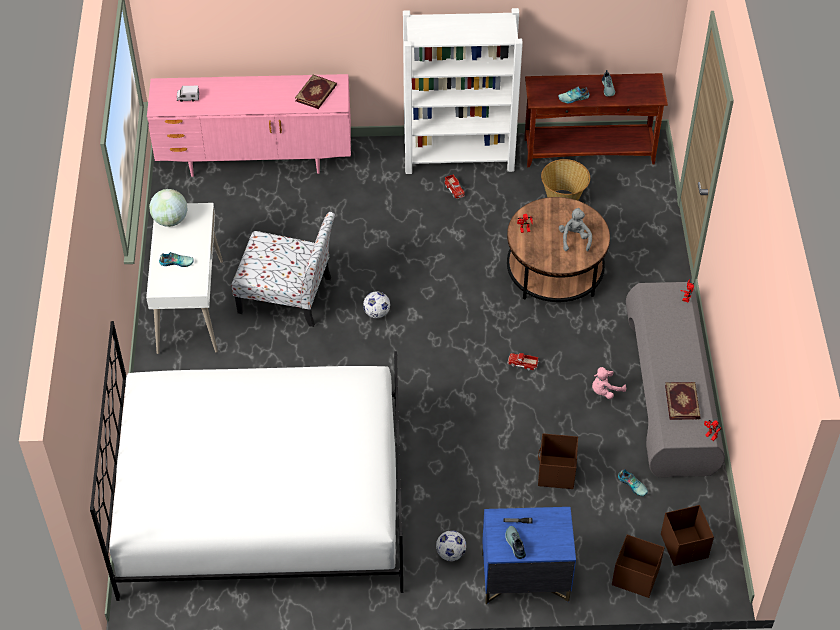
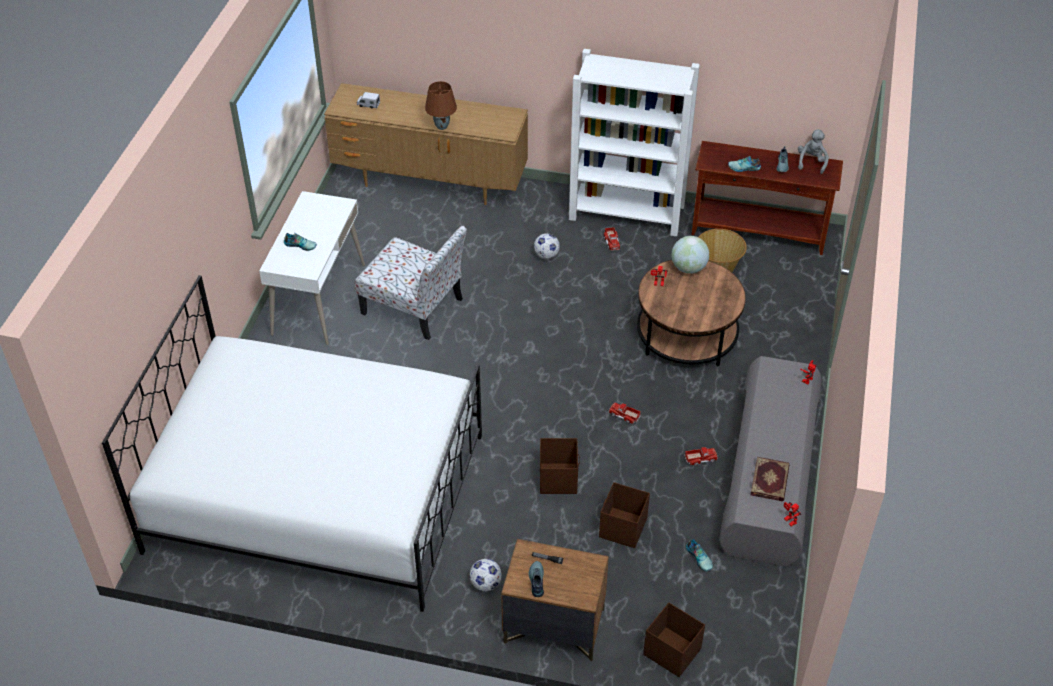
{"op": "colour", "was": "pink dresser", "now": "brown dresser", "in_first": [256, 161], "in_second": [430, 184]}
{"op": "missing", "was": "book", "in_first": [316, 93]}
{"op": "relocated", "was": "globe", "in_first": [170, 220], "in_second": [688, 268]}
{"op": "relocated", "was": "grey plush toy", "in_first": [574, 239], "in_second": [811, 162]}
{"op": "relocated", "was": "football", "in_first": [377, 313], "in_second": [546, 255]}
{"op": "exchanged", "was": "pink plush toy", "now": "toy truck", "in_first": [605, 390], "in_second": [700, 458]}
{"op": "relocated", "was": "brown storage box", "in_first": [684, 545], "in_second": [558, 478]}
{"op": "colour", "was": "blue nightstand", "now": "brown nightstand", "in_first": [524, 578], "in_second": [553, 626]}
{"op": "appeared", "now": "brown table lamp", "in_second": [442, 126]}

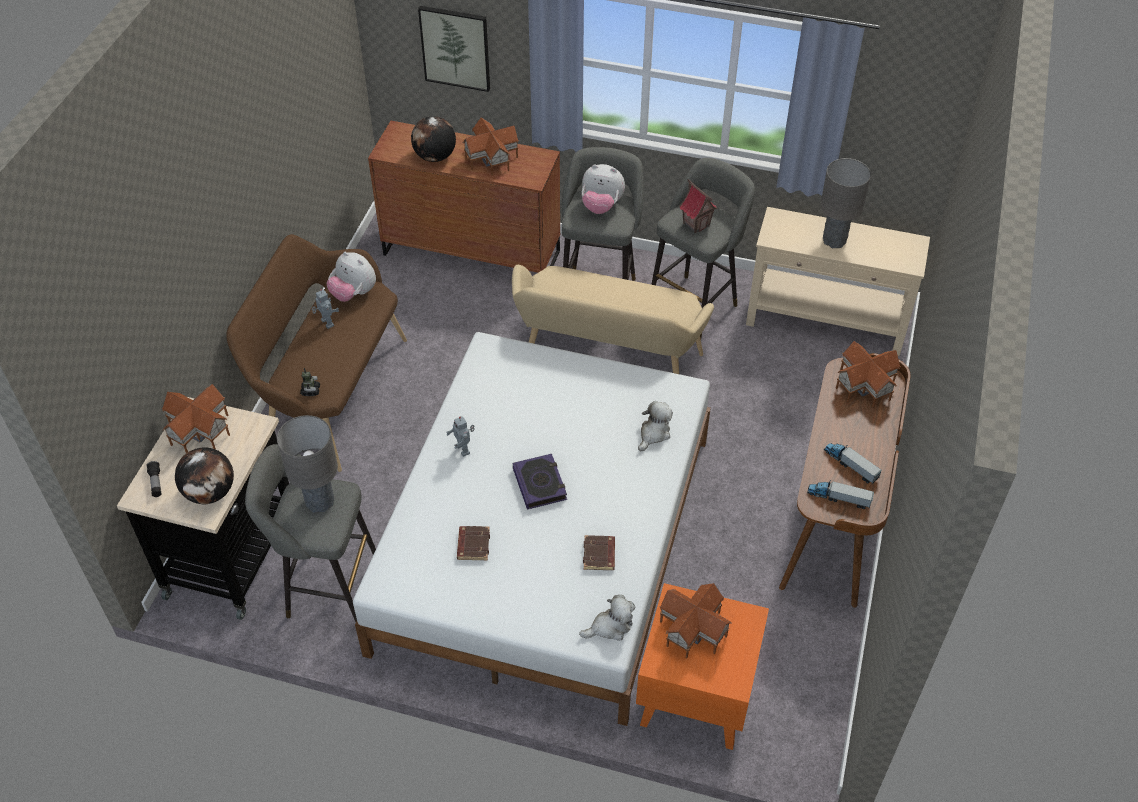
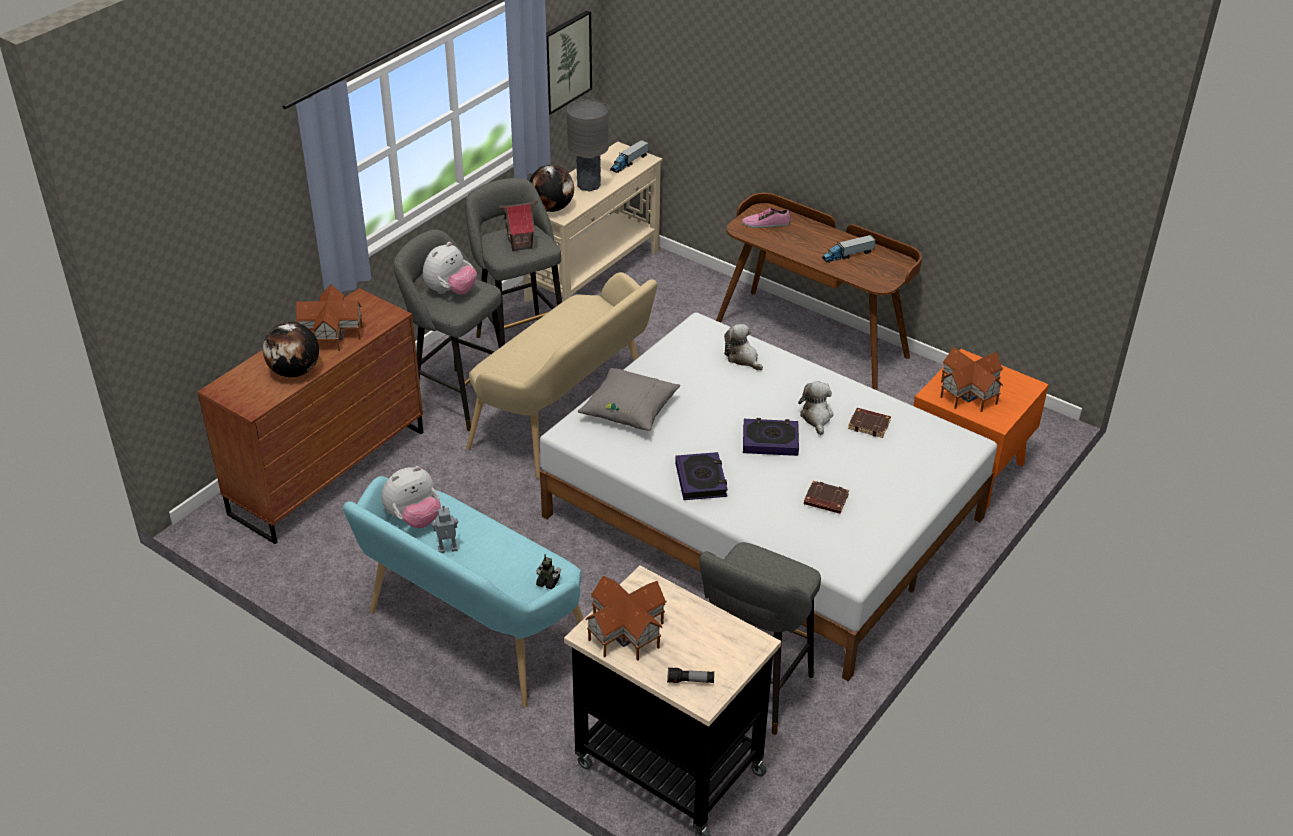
{"op": "relocated", "was": "picture", "in_first": [455, 47], "in_second": [565, 61]}
{"op": "colour", "was": "brown bench", "now": "turquoise bench", "in_first": [330, 393], "in_second": [470, 635]}
{"op": "exchanged", "was": "toy house", "now": "shoe", "in_first": [864, 386], "in_second": [766, 223]}
{"op": "missing", "was": "grey table lamp", "in_first": [319, 501]}
{"op": "exchanged", "was": "toy robot", "now": "book", "in_first": [464, 449], "in_second": [701, 480]}
{"op": "relocated", "was": "globe", "in_first": [210, 492], "in_second": [551, 208]}
{"op": "relocated", "was": "toy truck", "in_first": [838, 498], "in_second": [629, 162]}
{"op": "relocated", "was": "plush toy", "in_first": [610, 626], "in_second": [816, 417]}
{"op": "appeared", "now": "grey pillow", "in_second": [629, 410]}

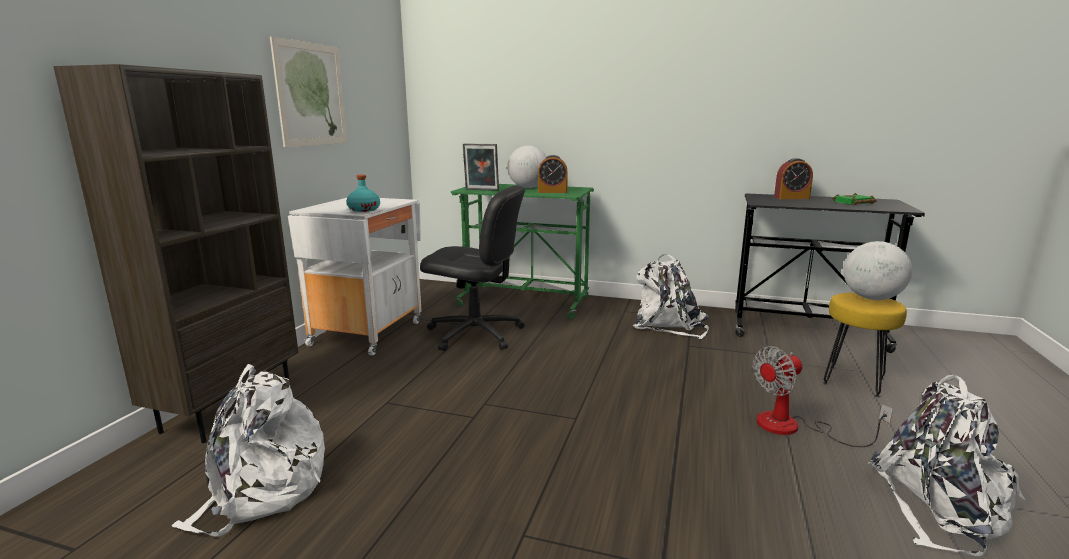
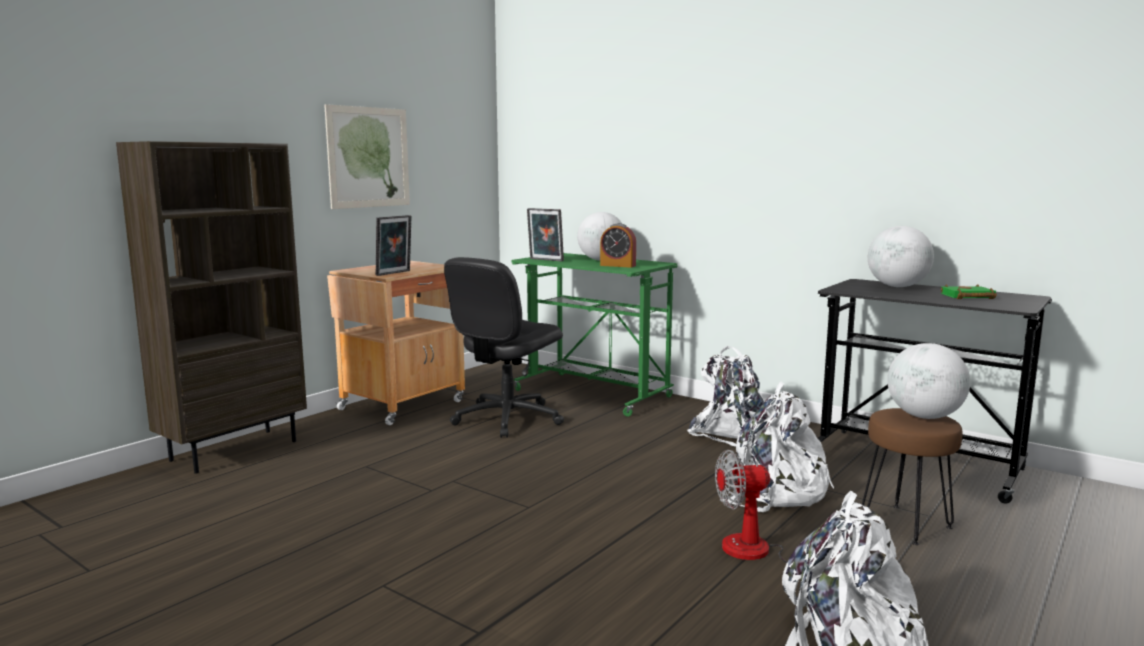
{"op": "exchanged", "was": "alarm clock", "now": "globe", "in_first": [791, 198], "in_second": [897, 286]}
{"op": "exchanged", "was": "turquoise bottle", "now": "picture frame", "in_first": [364, 210], "in_second": [395, 273]}
{"op": "spun", "was": "black office chair", "in_first": [475, 334], "in_second": [507, 418], "clockwise": 90}
{"op": "colour", "was": "white cart", "now": "brown cart", "in_first": [368, 332], "in_second": [404, 404]}
{"op": "colour", "was": "yellow stool", "now": "brown stool", "in_first": [852, 381], "in_second": [904, 524]}
{"op": "relocated", "was": "white backpack", "in_first": [262, 490], "in_second": [775, 491]}

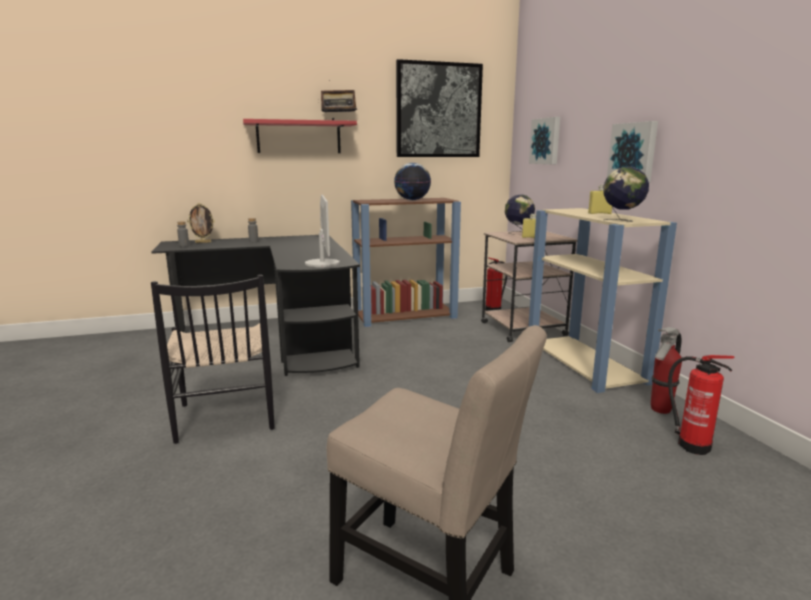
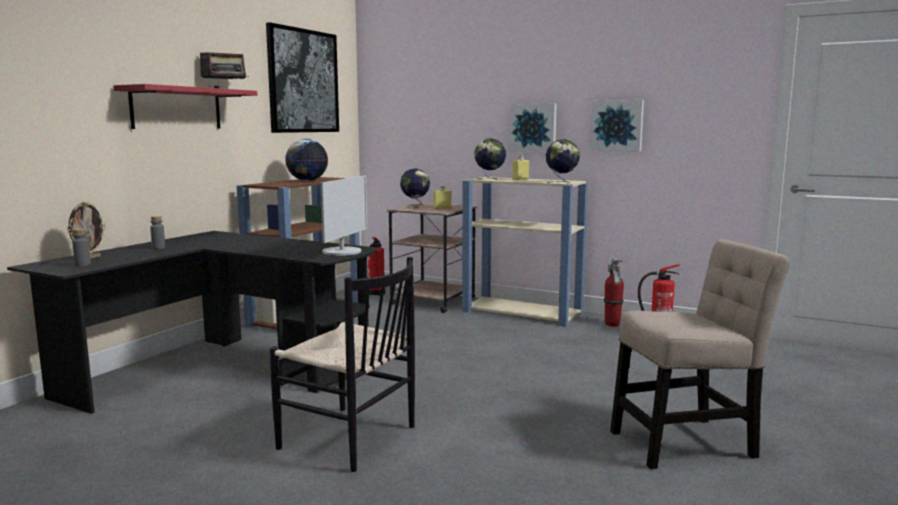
{"op": "relocated", "was": "picture", "in_first": [546, 141], "in_second": [617, 125]}
{"op": "spun", "was": "monitor", "in_first": [323, 263], "in_second": [342, 252], "clockwise": 75}
{"op": "appeared", "now": "globe", "in_second": [489, 179]}

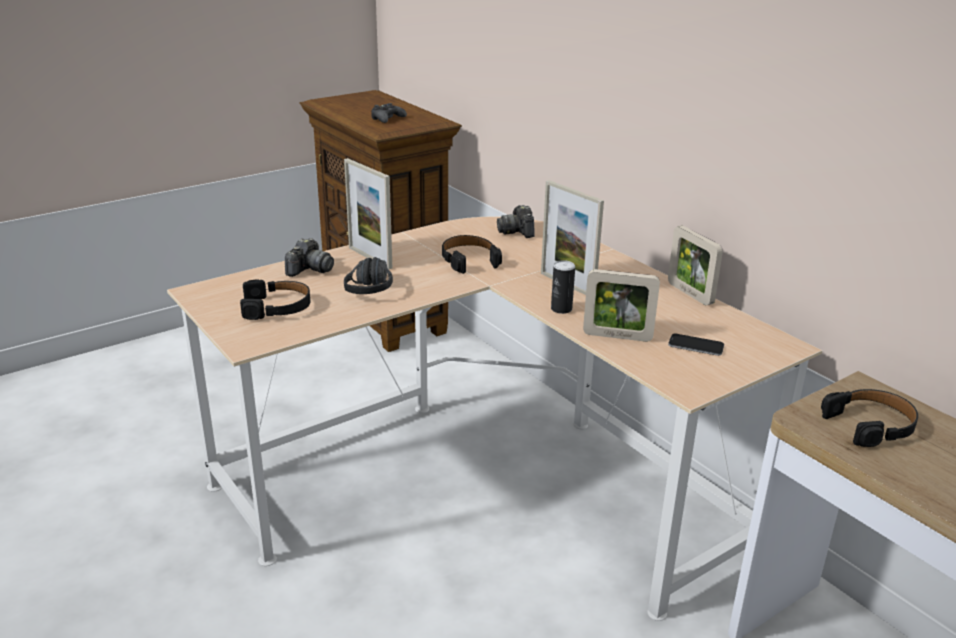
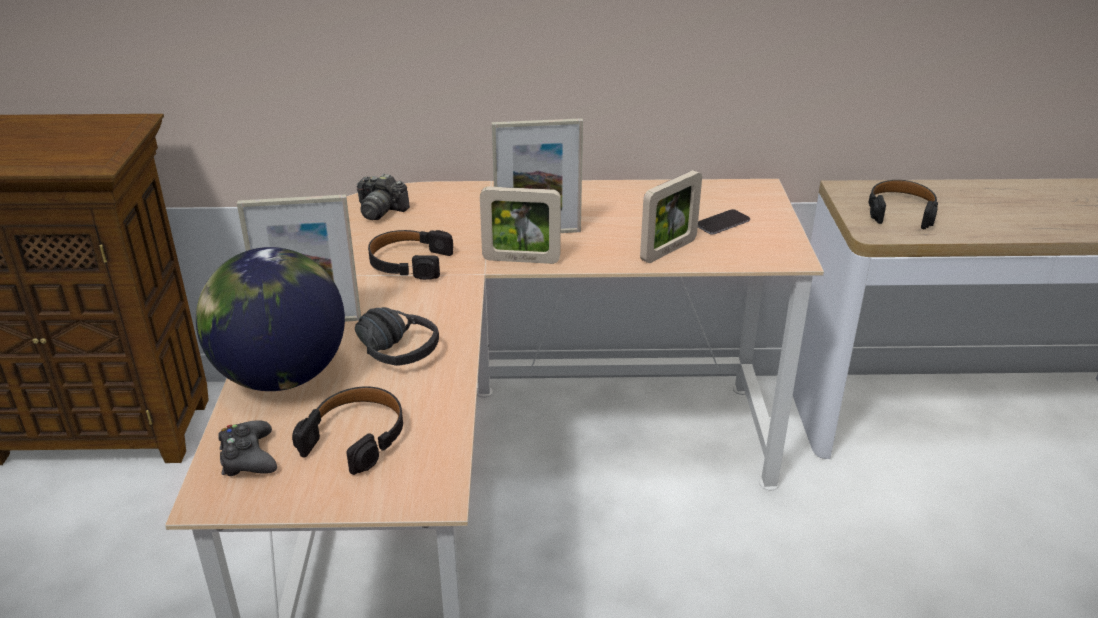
{"op": "relocated", "was": "black game controller", "in_first": [387, 119], "in_second": [248, 457]}
{"op": "relocated", "was": "picture frame", "in_first": [690, 293], "in_second": [521, 260]}
{"op": "exchanged", "was": "photo camera", "now": "globe", "in_first": [310, 270], "in_second": [281, 377]}
{"op": "missing", "was": "can", "in_first": [561, 309]}

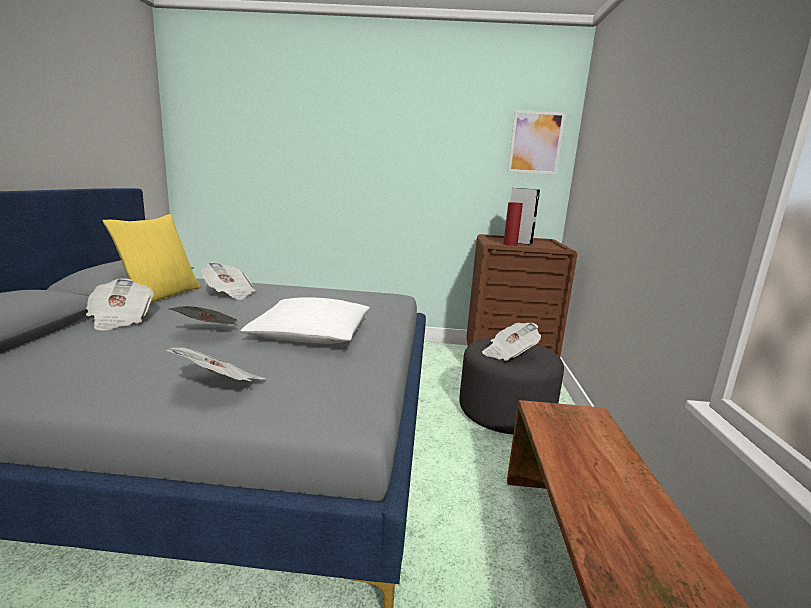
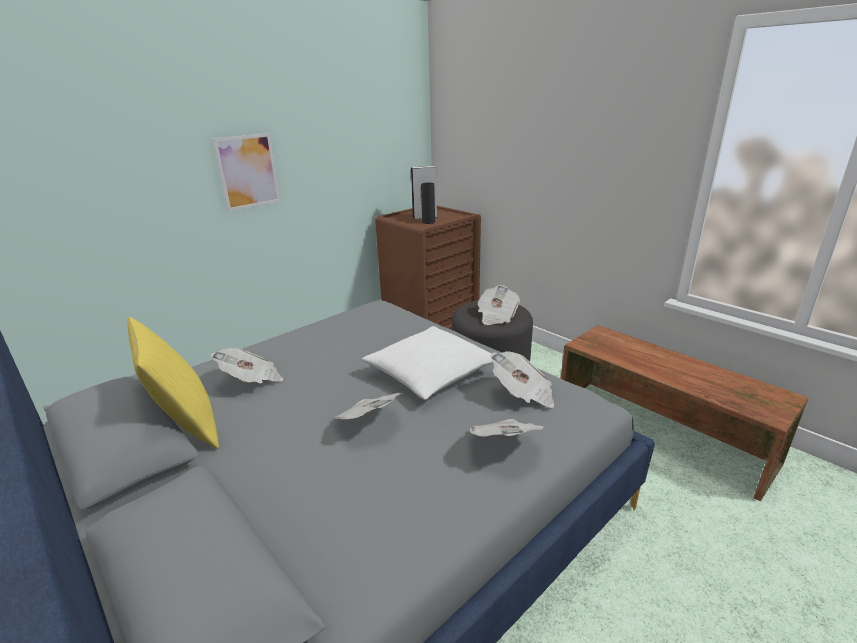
{"op": "relocated", "was": "picture", "in_first": [535, 142], "in_second": [248, 171]}
{"op": "colour", "was": "red vase", "now": "black vase", "in_first": [510, 244], "in_second": [428, 222]}
{"op": "relocated", "was": "newspaper", "in_first": [119, 320], "in_second": [523, 394]}

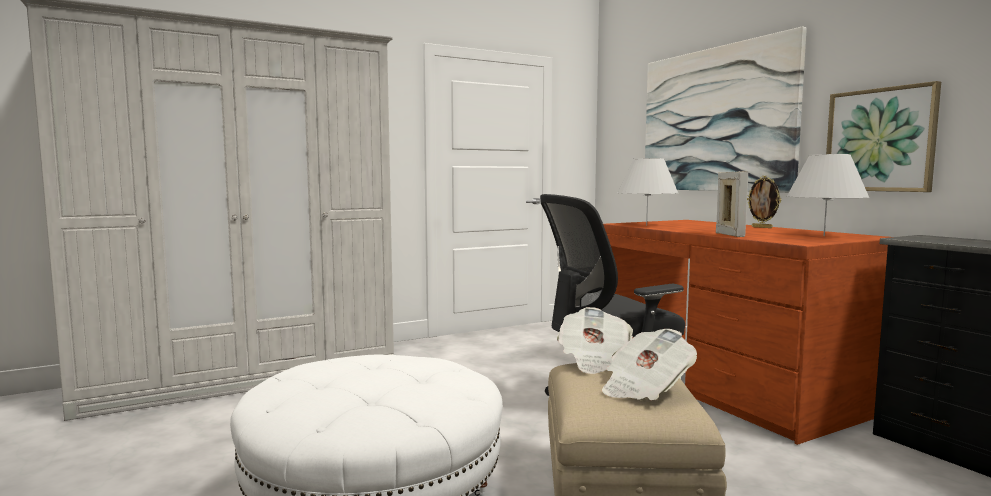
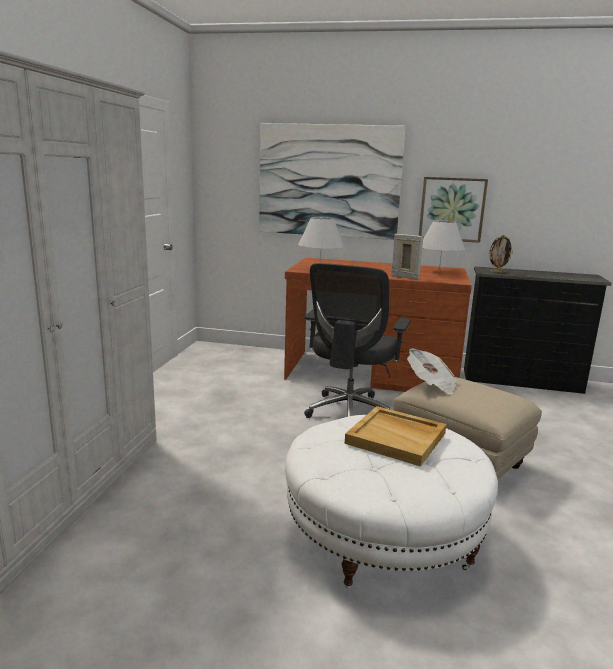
{"op": "relocated", "was": "picture frame", "in_first": [762, 227], "in_second": [497, 272]}
{"op": "missing", "was": "newspaper", "in_first": [644, 388]}
{"op": "appeared", "now": "beige tray", "in_second": [397, 438]}

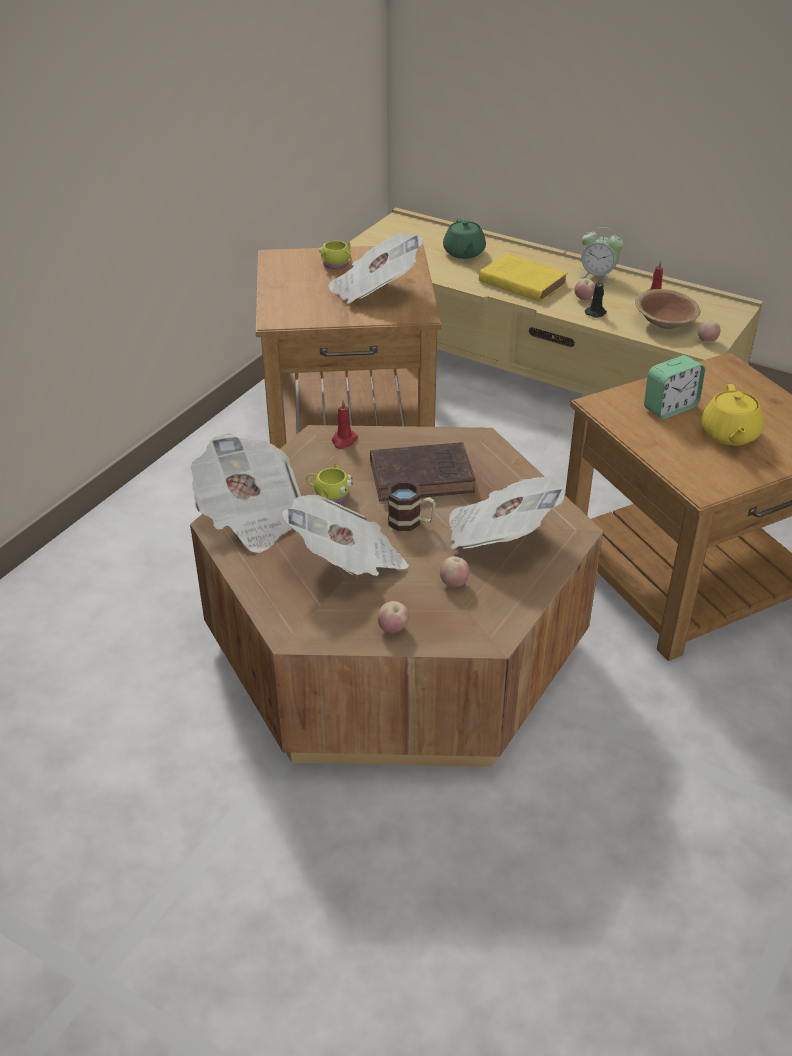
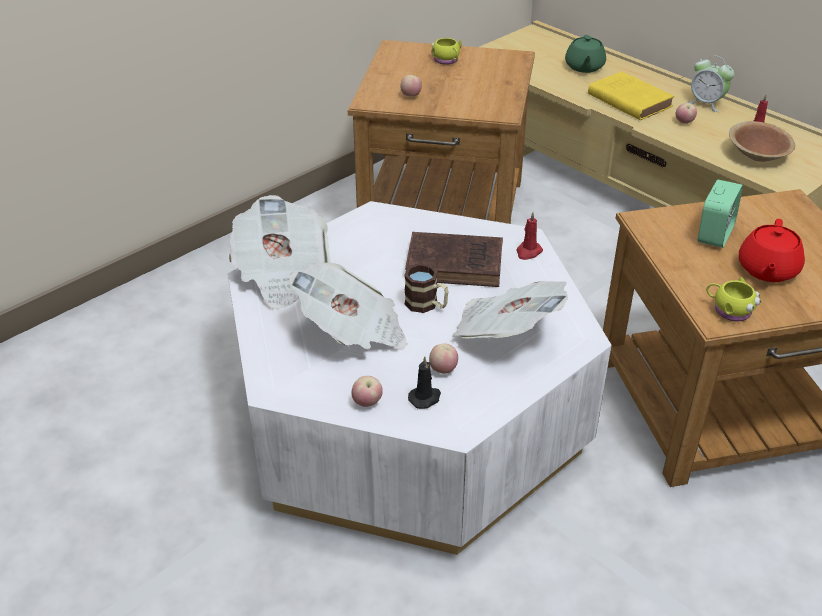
{"op": "missing", "was": "newspaper", "in_first": [374, 290]}
{"op": "relocated", "was": "black candle", "in_first": [596, 312], "in_second": [425, 398]}
{"op": "relocated", "was": "apple", "in_first": [706, 341], "in_second": [411, 96]}
{"op": "spun", "was": "alarm clock", "in_first": [670, 408], "in_second": [715, 234], "clockwise": -45}
{"op": "colour", "was": "yellow teapot", "now": "red teapot", "in_first": [729, 434], "in_second": [767, 270]}
{"op": "relocated", "was": "red candle", "in_first": [344, 441], "in_second": [528, 252]}
{"op": "colour", "was": "brown coffee table", "now": "white coffee table", "in_first": [395, 643], "in_second": [410, 417]}
{"op": "relocated", "was": "yellow mug", "in_first": [329, 495], "in_second": [729, 310]}

